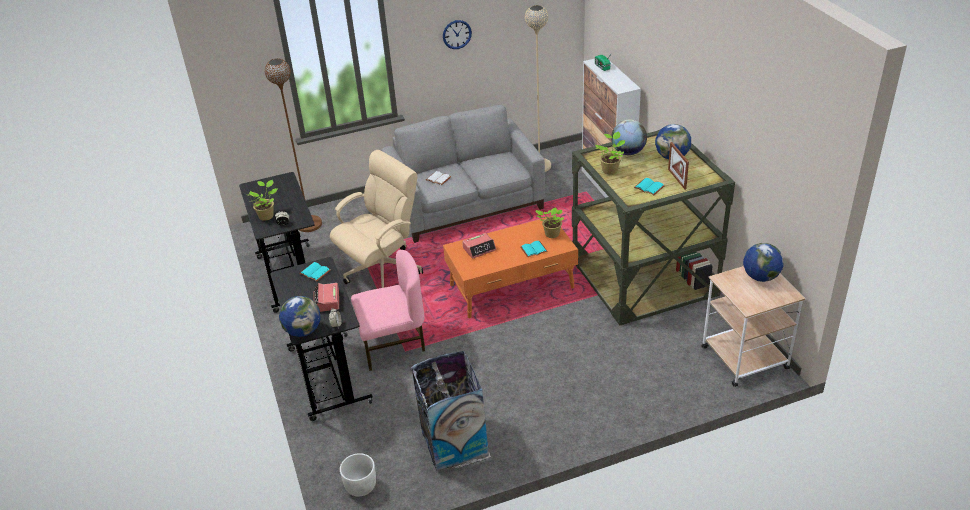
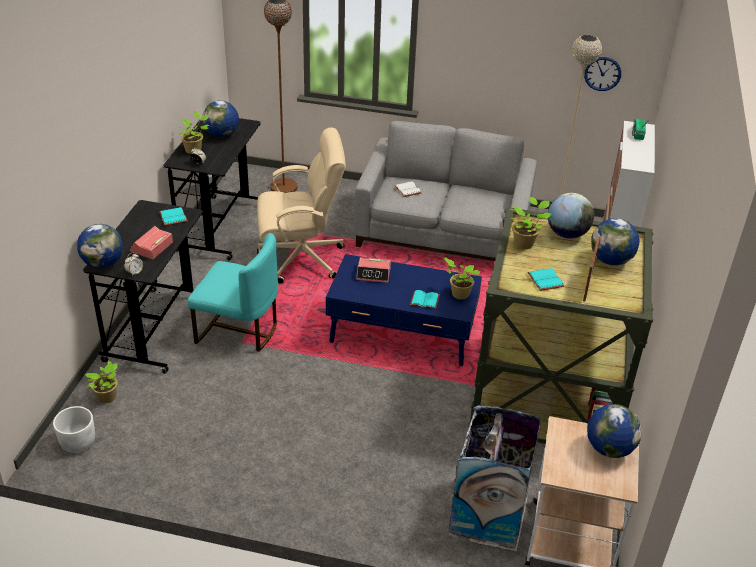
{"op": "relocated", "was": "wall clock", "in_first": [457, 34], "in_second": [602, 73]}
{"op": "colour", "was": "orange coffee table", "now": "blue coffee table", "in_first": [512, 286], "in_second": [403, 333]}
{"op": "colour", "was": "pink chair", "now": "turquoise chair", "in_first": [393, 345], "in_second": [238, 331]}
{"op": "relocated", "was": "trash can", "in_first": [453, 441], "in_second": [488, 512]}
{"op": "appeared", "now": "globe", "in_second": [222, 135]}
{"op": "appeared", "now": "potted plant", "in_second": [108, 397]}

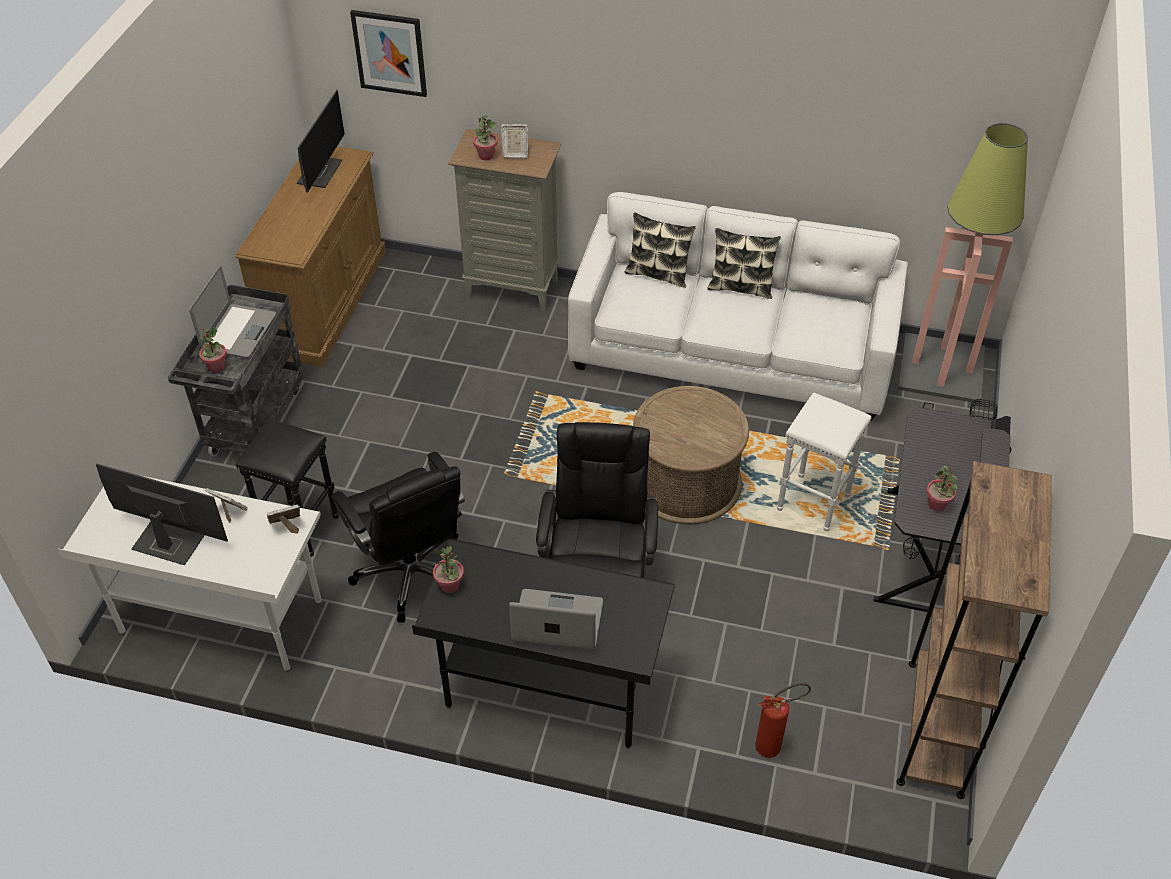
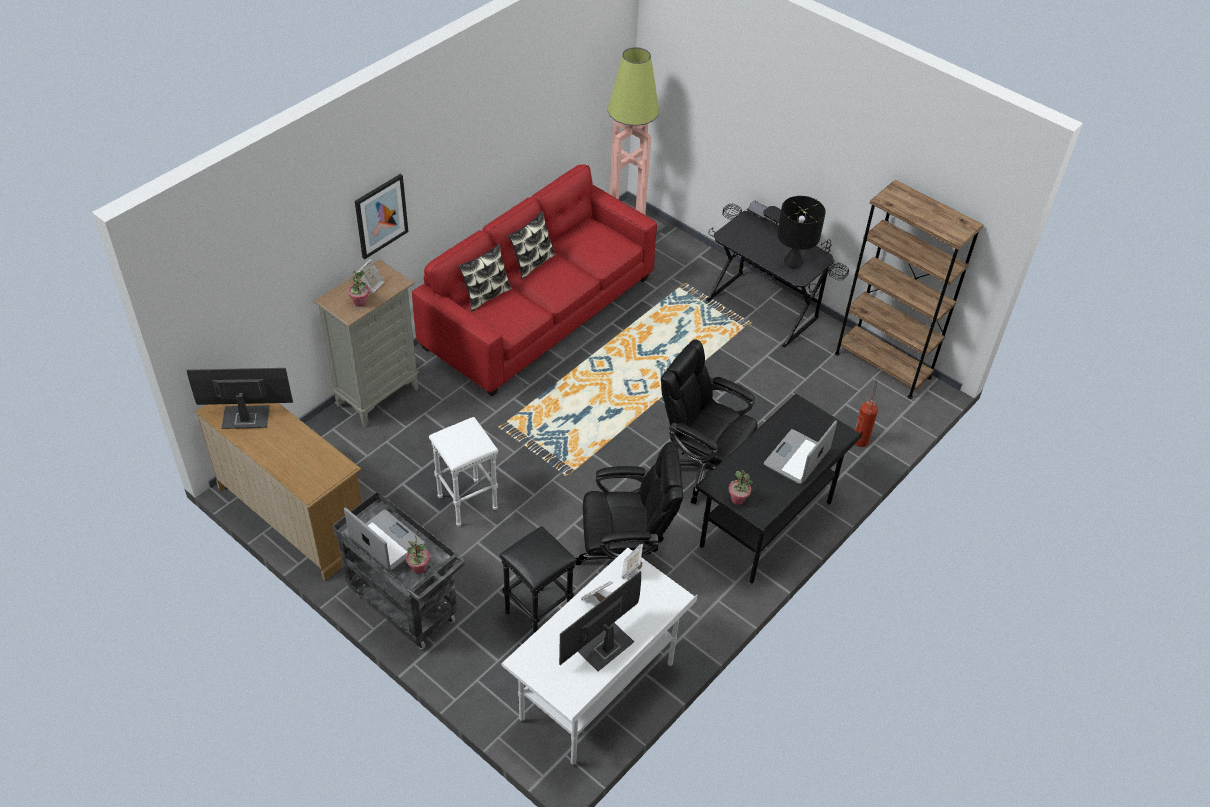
{"op": "relocated", "was": "picture", "in_first": [390, 53], "in_second": [381, 216]}
{"op": "spun", "was": "monitor", "in_first": [320, 172], "in_second": [245, 418], "clockwise": -45}
{"op": "colour", "was": "white sofa", "now": "red sofa", "in_first": [732, 353], "in_second": [539, 312]}
{"op": "missing", "was": "brown coffee table", "in_first": [686, 481]}
{"op": "relocated", "was": "white stool", "in_first": [812, 501], "in_second": [466, 502]}
{"op": "exchanged", "was": "potted plant", "now": "black table lamp", "in_first": [937, 504], "in_second": [793, 263]}

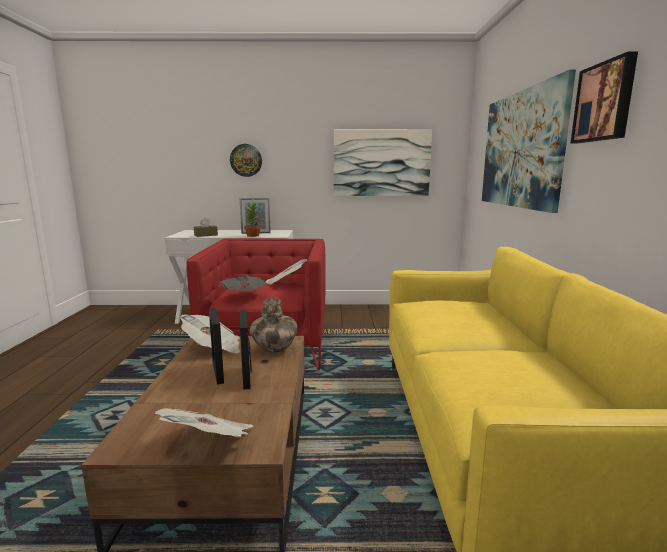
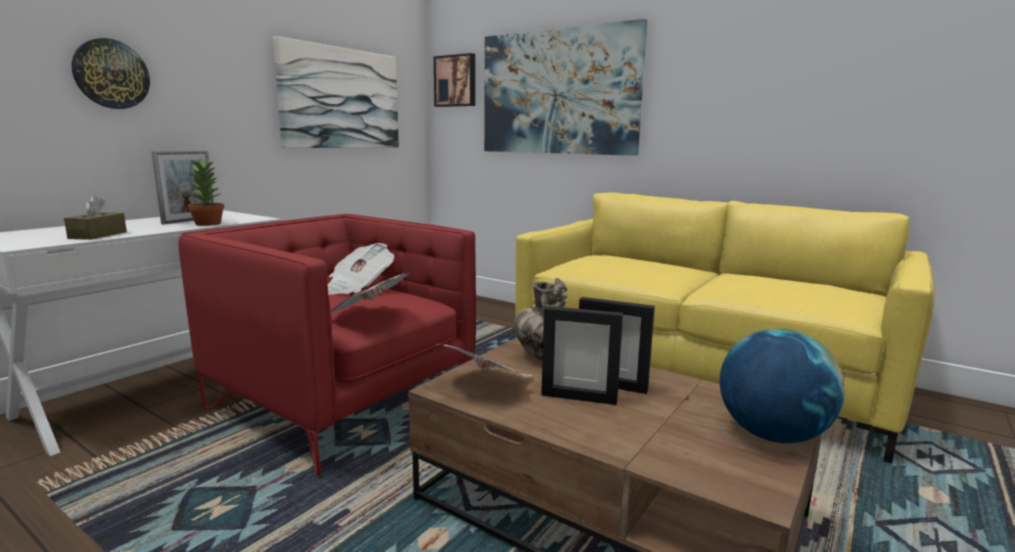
{"op": "relocated", "was": "picture", "in_first": [605, 102], "in_second": [456, 81]}
{"op": "exchanged", "was": "newspaper", "now": "globe", "in_first": [210, 443], "in_second": [772, 435]}

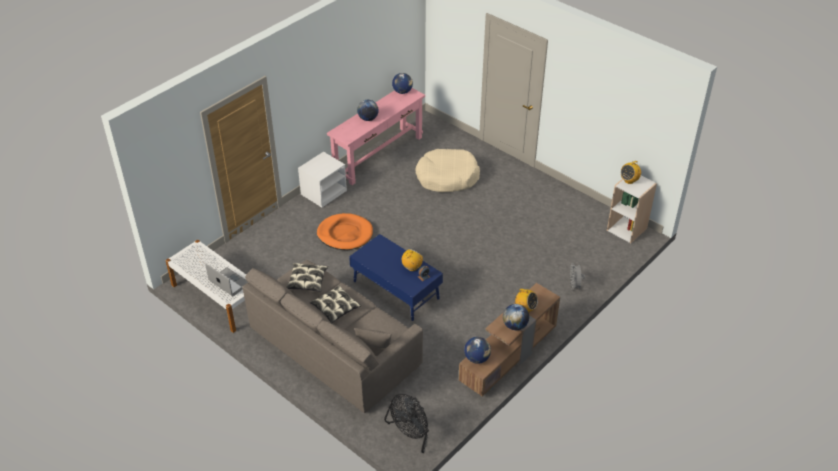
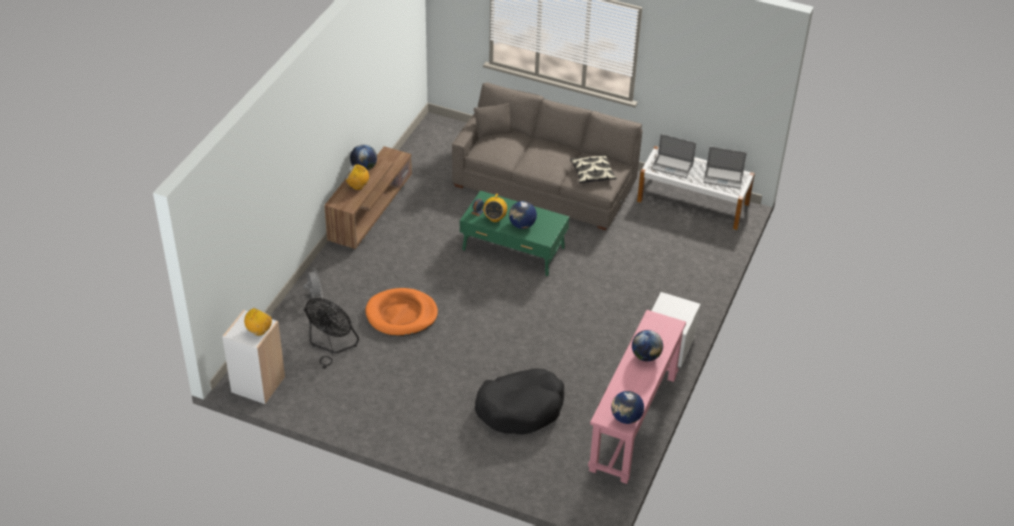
{"op": "colour", "was": "beige dog bed", "now": "black dog bed", "in_first": [447, 177], "in_second": [520, 408]}
{"op": "relocated", "was": "orange dog bed", "in_first": [345, 234], "in_second": [401, 315]}
{"op": "colour", "was": "blue coffee table", "now": "green coffee table", "in_first": [395, 290], "in_second": [514, 249]}
{"op": "missing", "was": "pillow", "in_first": [335, 308]}
{"op": "relocated", "was": "globe", "in_first": [477, 358], "in_second": [522, 225]}
{"op": "relocated", "was": "black fan", "in_first": [411, 430], "in_second": [329, 345]}
{"op": "appeared", "now": "laptop", "in_second": [723, 177]}

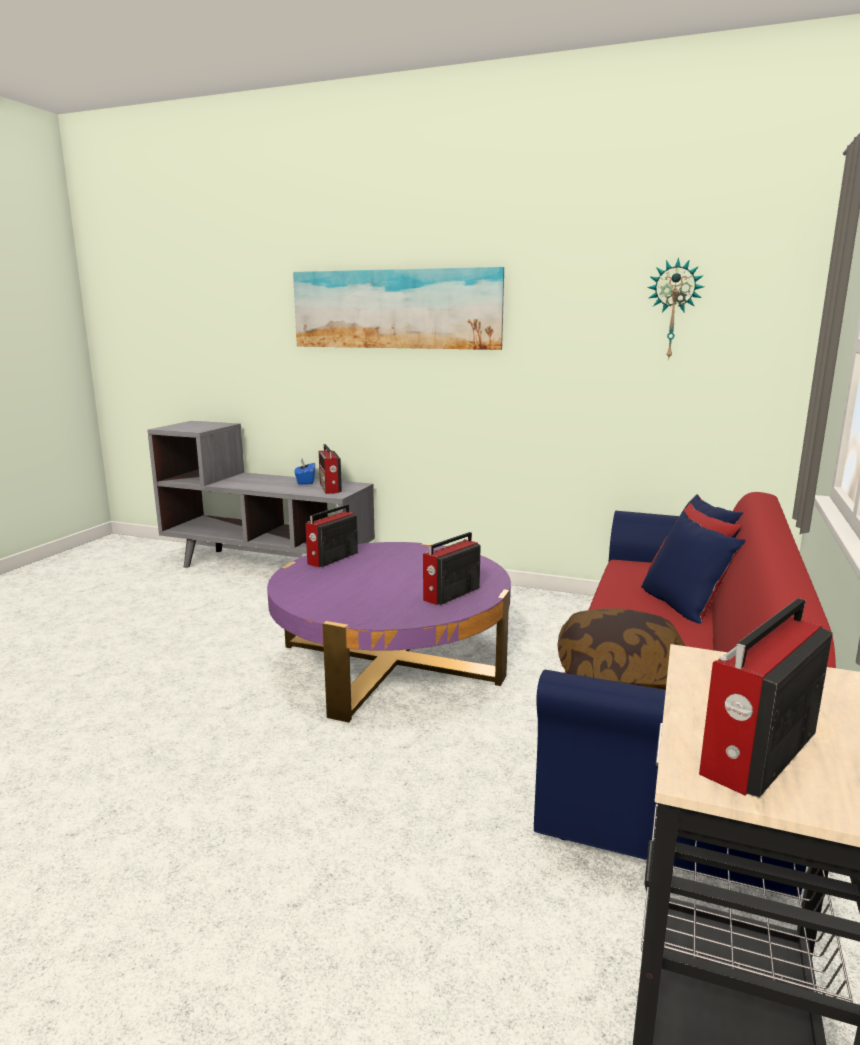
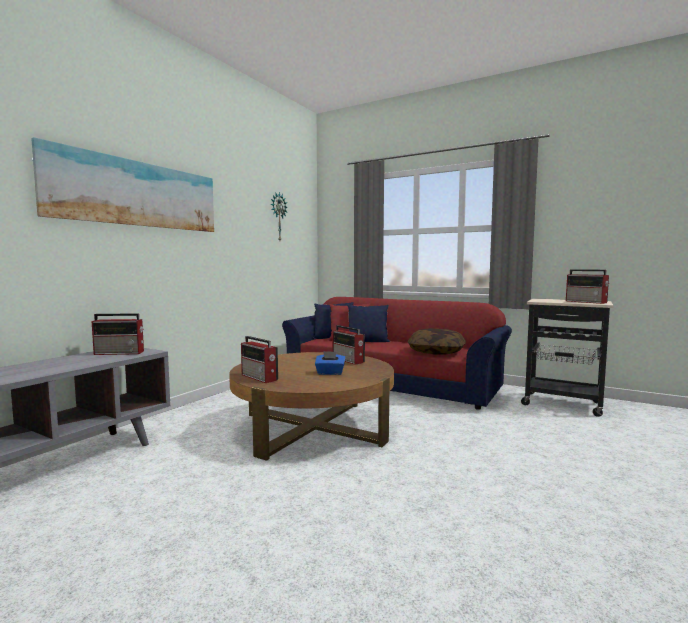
{"op": "relocated", "was": "blue tissue box", "in_first": [305, 482], "in_second": [330, 373]}
{"op": "colour", "was": "purple coffee table", "now": "brown coffee table", "in_first": [391, 661], "in_second": [313, 427]}

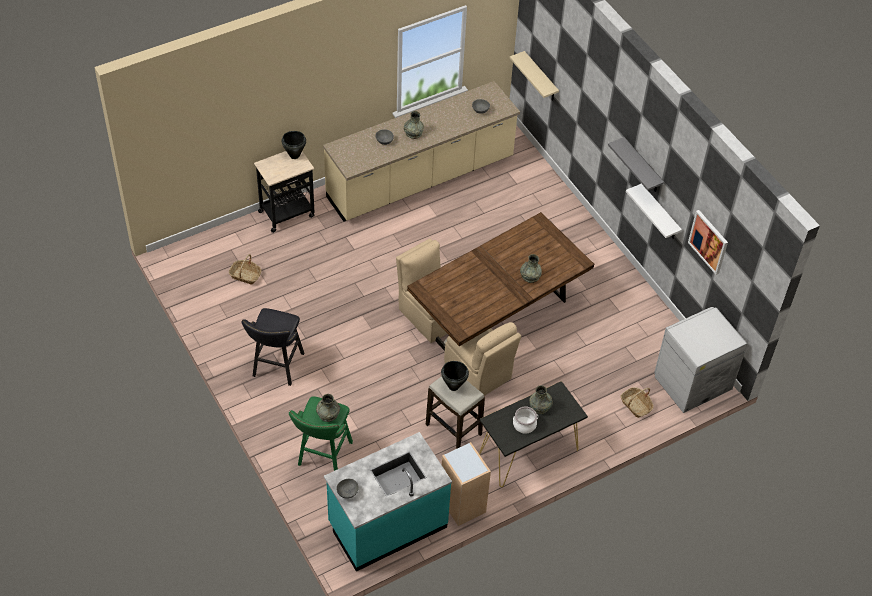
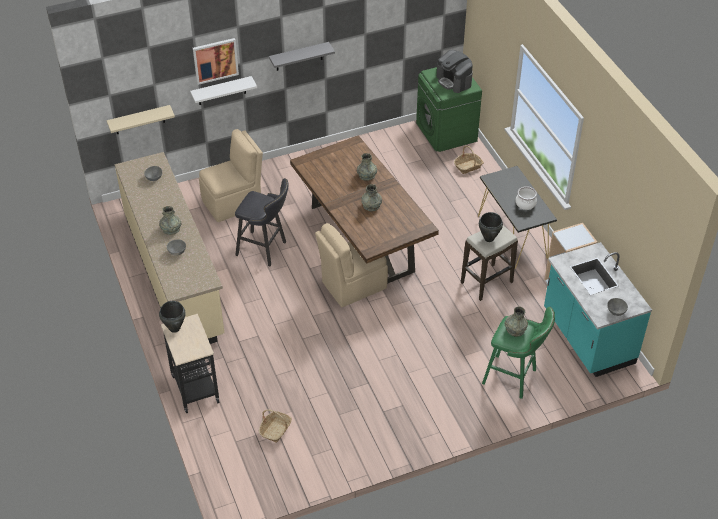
{"op": "relocated", "was": "white shelf", "in_first": [659, 213], "in_second": [221, 91]}
{"op": "relocated", "was": "picture", "in_first": [708, 241], "in_second": [215, 60]}
{"op": "colour", "was": "white washing machine", "now": "green washing machine", "in_first": [690, 381], "in_second": [445, 132]}
{"op": "relocated", "was": "black stool", "in_first": [276, 369], "in_second": [266, 250]}
{"op": "relocated", "was": "beige chair", "in_first": [478, 372], "in_second": [233, 202]}
{"op": "relocated", "was": "grey vase", "in_first": [540, 406], "in_second": [371, 205]}
{"op": "appeared", "now": "coffee machine", "in_second": [454, 81]}

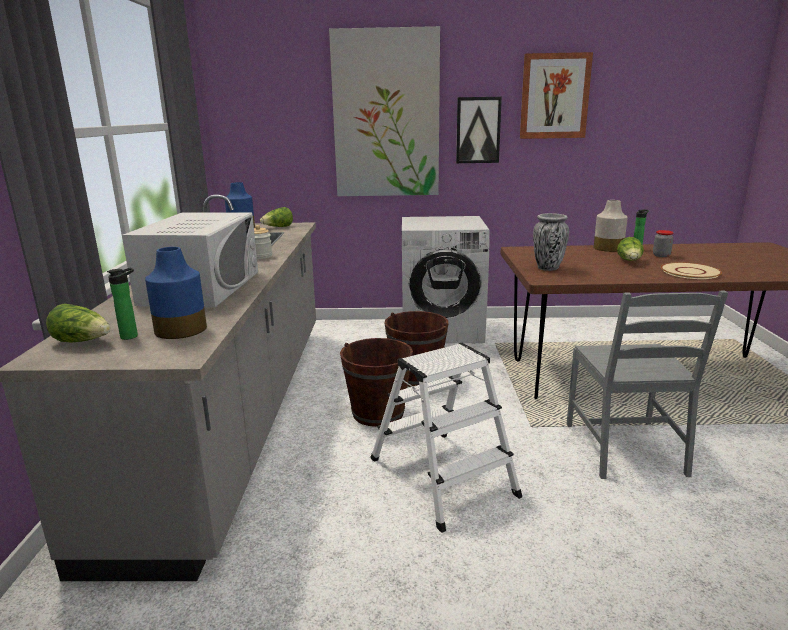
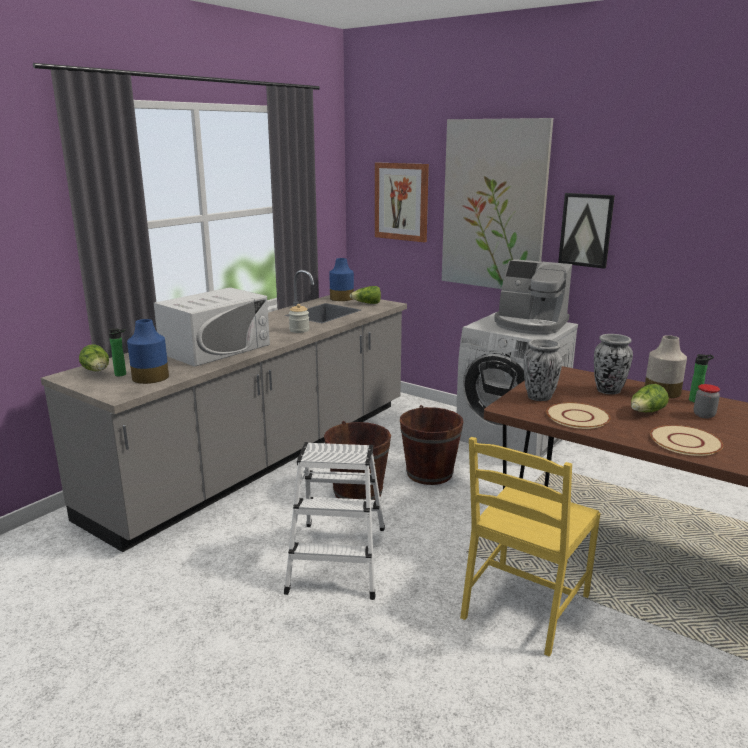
{"op": "relocated", "was": "picture", "in_first": [554, 96], "in_second": [401, 201]}
{"op": "colour", "was": "grey chair", "now": "yellow chair", "in_first": [626, 449], "in_second": [524, 607]}
{"op": "appeared", "now": "coffee machine", "in_second": [530, 325]}
{"op": "appeared", "now": "vase", "in_second": [608, 391]}
{"op": "appeared", "now": "beige plate", "in_second": [578, 417]}

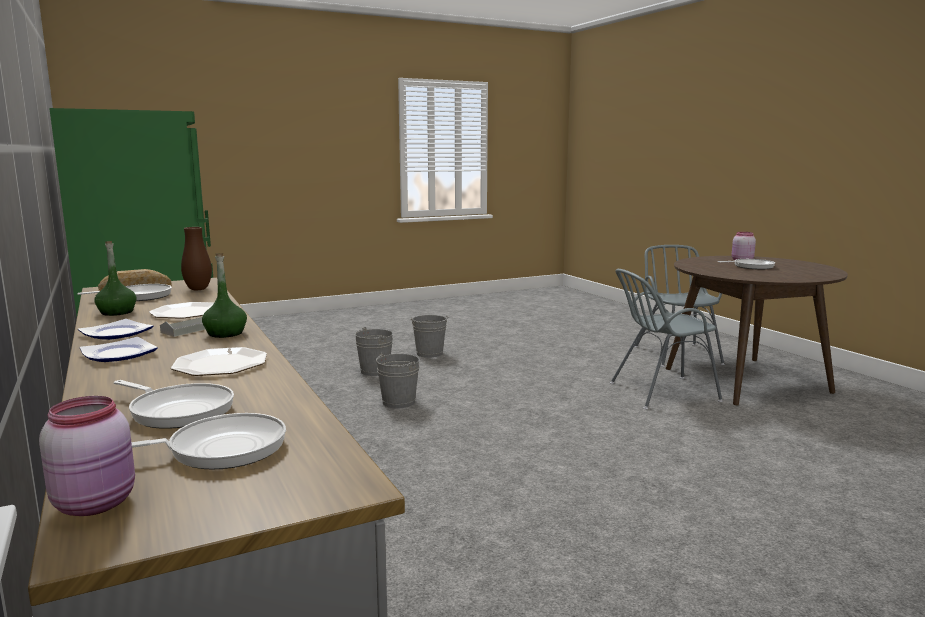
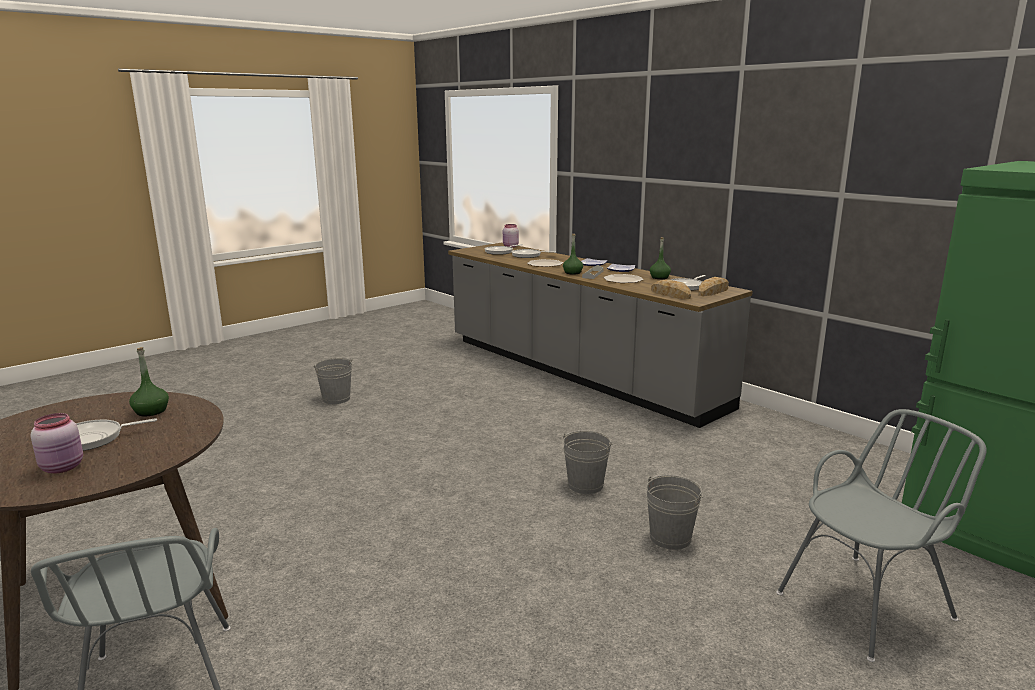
{"op": "exchanged", "was": "brown vase", "now": "bread", "in_first": [198, 289], "in_second": [670, 294]}
{"op": "relocated", "was": "grey chair", "in_first": [660, 392], "in_second": [868, 602]}
{"op": "relocated", "was": "grey bucket", "in_first": [429, 353], "in_second": [336, 399]}
{"op": "appeared", "now": "green bottle", "in_second": [151, 411]}

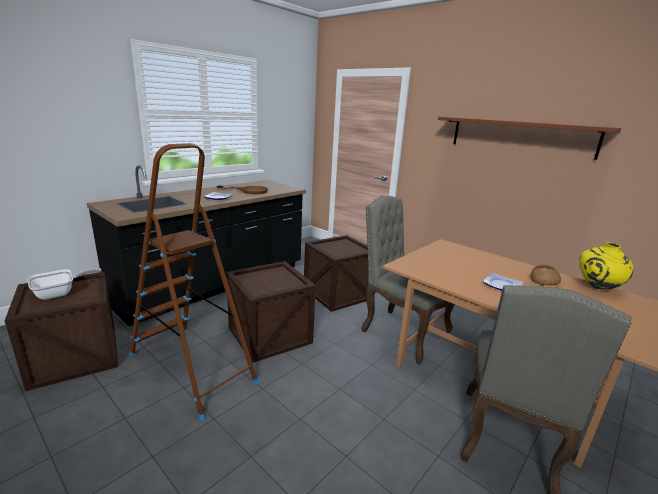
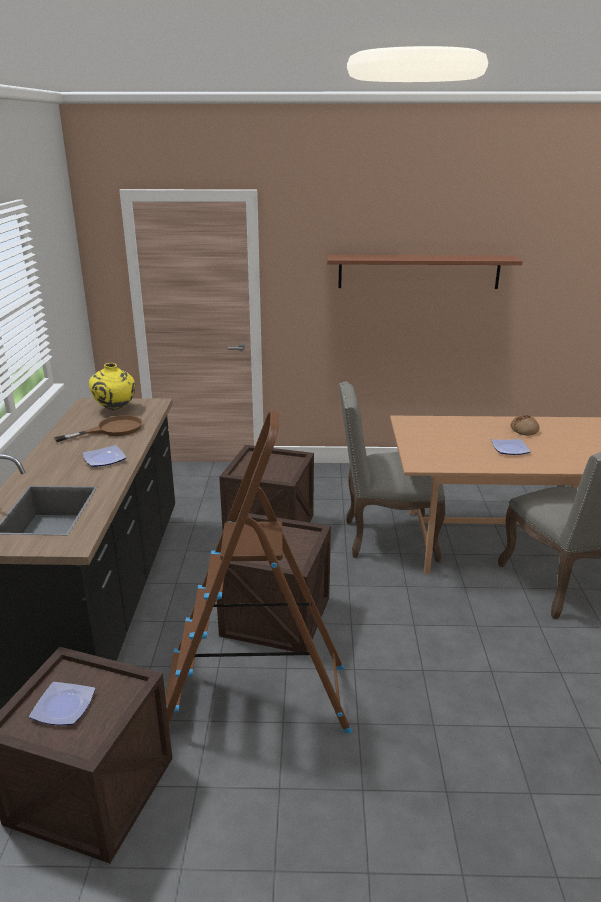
{"op": "relocated", "was": "yellow vase", "in_first": [597, 288], "in_second": [115, 409]}
{"op": "exchanged", "was": "frying pan", "now": "plate", "in_first": [60, 293], "in_second": [65, 706]}

